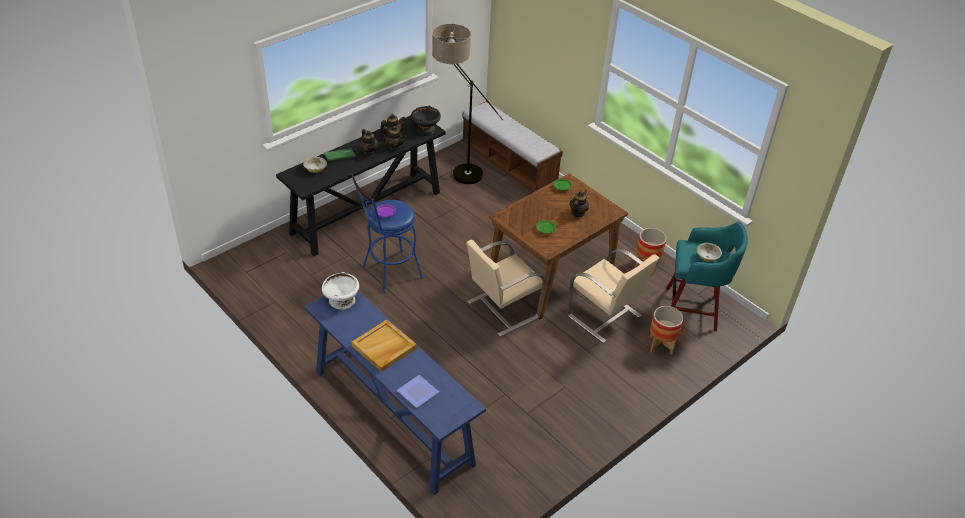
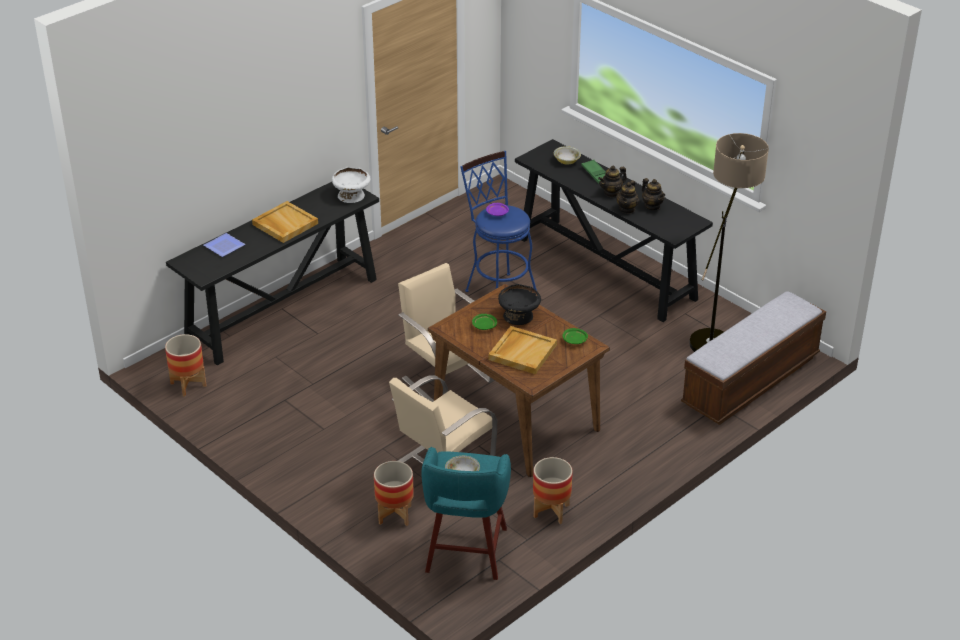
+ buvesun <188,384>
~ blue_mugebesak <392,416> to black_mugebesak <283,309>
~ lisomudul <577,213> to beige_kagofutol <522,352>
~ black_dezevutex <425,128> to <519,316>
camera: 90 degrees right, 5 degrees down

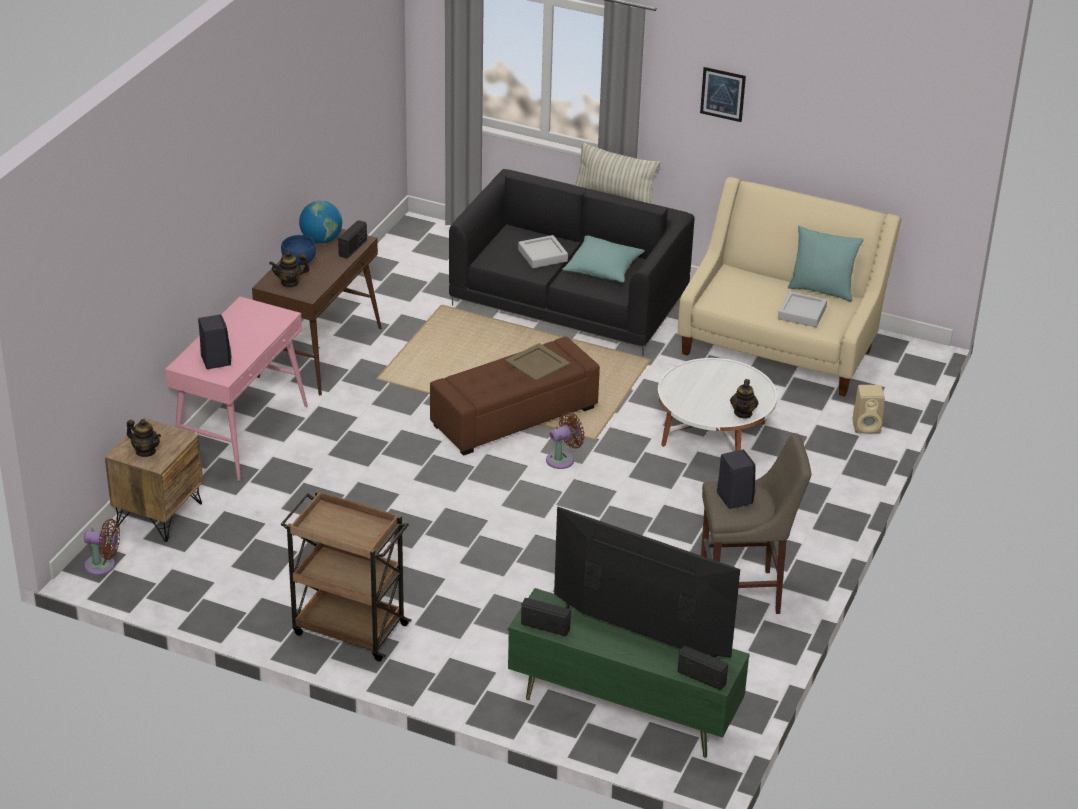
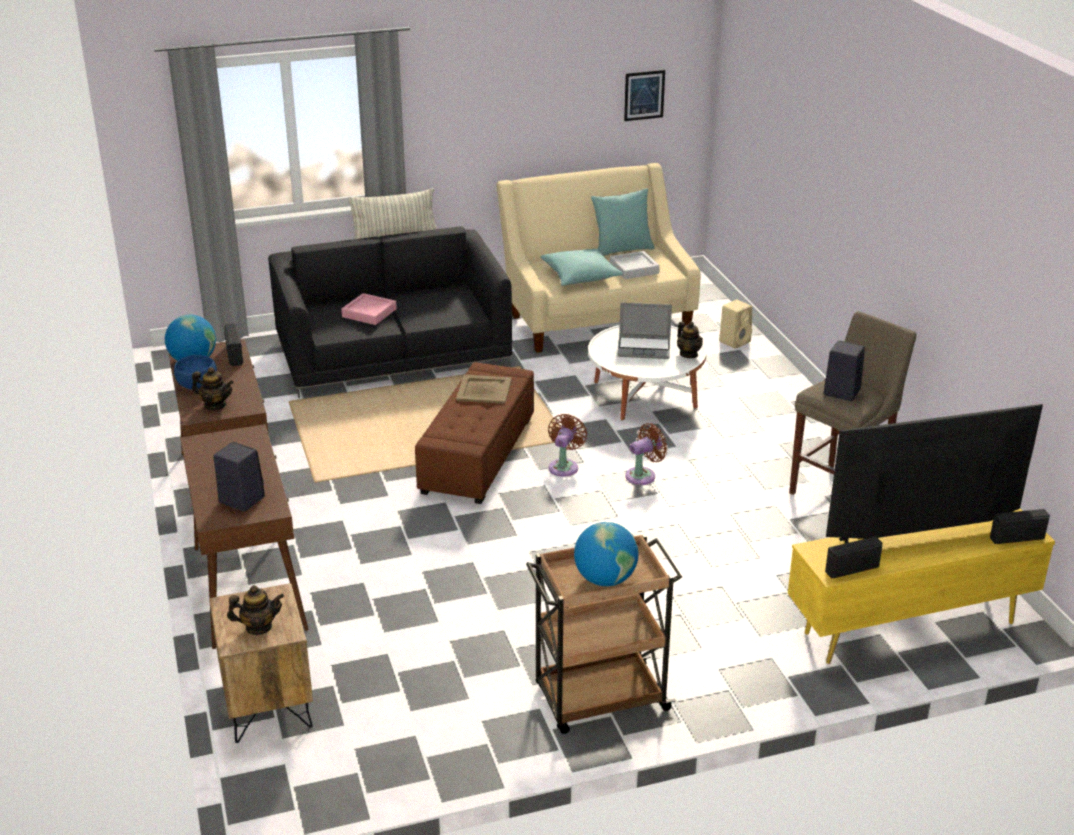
~ pink_mugebesak <241,432> to brown_mugebesak <248,588>
~ lisomudul <290,282> = <215,405> 105 degrees counterclockwise
~ grey_kagofutol <542,255> to pink_kagofutol <369,313>
~ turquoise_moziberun <603,269> to <580,276>
+ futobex <605,579>
+ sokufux <644,348>
~ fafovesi <722,94> to <644,95>
~ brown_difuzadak <103,566> to <643,475>
~ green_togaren <623,713> to yellow_togaren <908,627>
camera: 40 degrees left, 5 degrees down

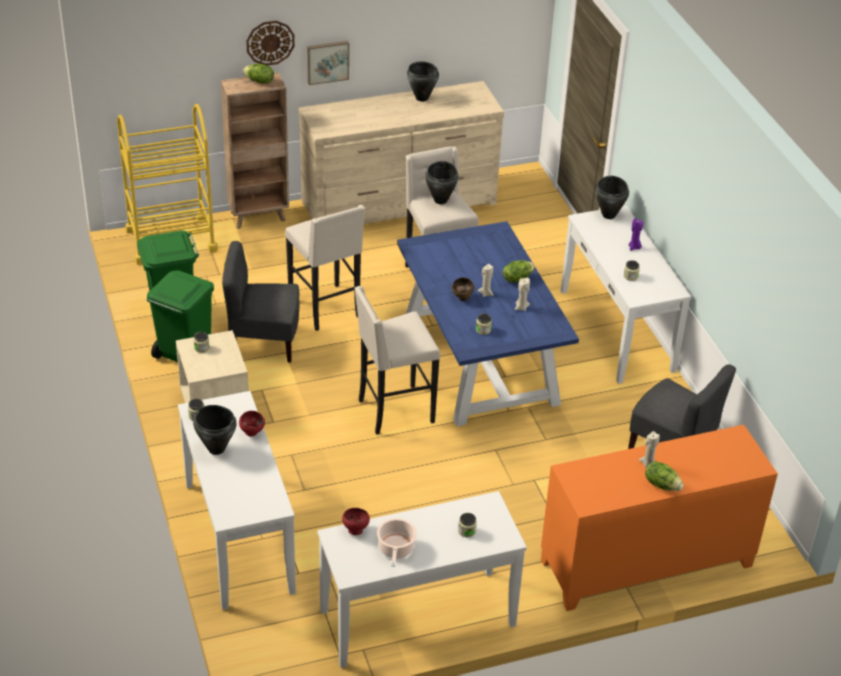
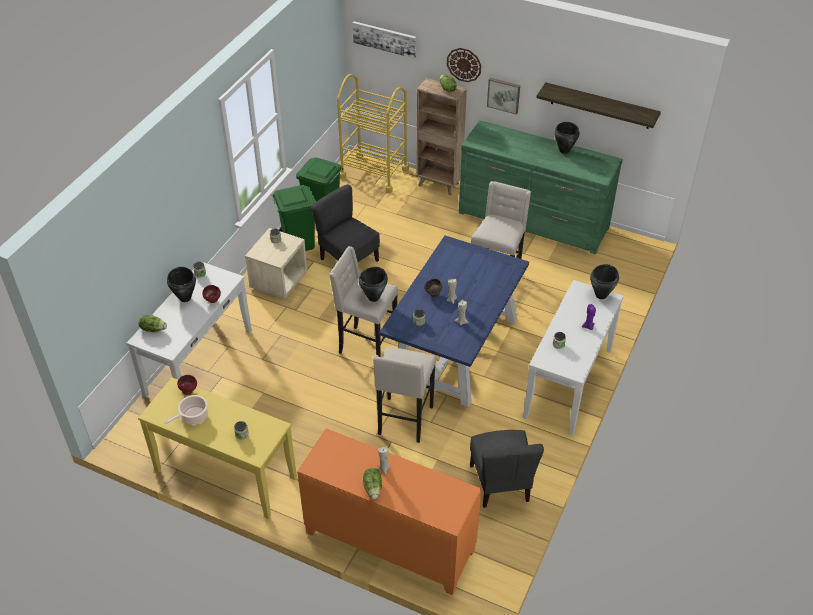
~ white_mugebesak <418,618> to yellow_mugebesak <225,474>
~ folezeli <517,278> to <153,329>
+ fafovesi <384,39>
~ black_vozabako <441,200> to <374,297>
~ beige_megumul <326,309> to <404,421>
~ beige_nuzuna <400,203> to green_nuzuna <533,220>
+ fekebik <600,106>
camera: 45 degrees right, 5 degrees up

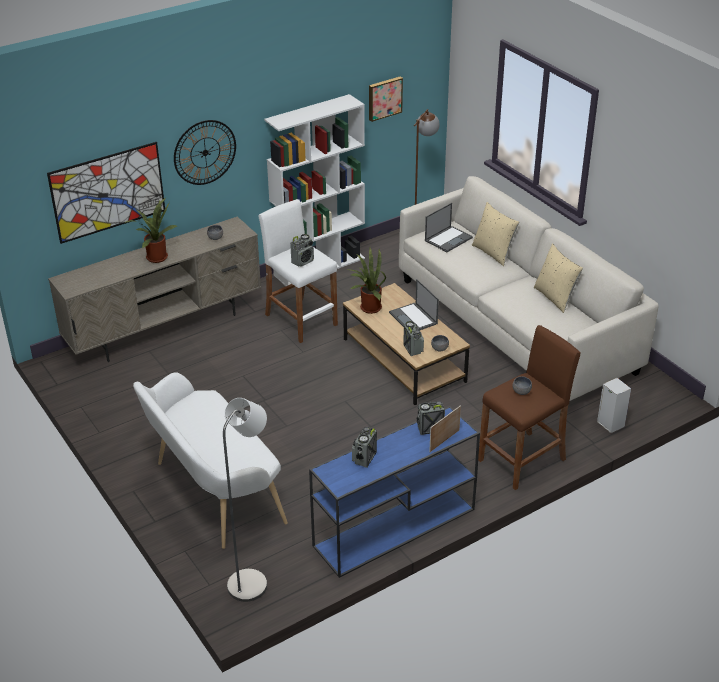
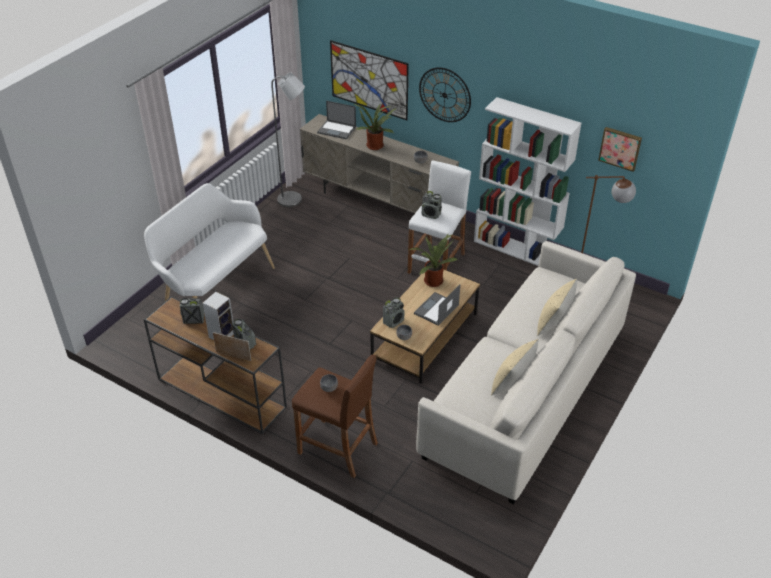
~ blue_mugebesak <393,528> to brown_mugebesak <220,392>
~ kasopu <609,423> to <222,334>
~ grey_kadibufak <252,580> to <294,200>
~ sokufux <448,239> to <337,130>
camera: 65 degrees right, 5 degrees up

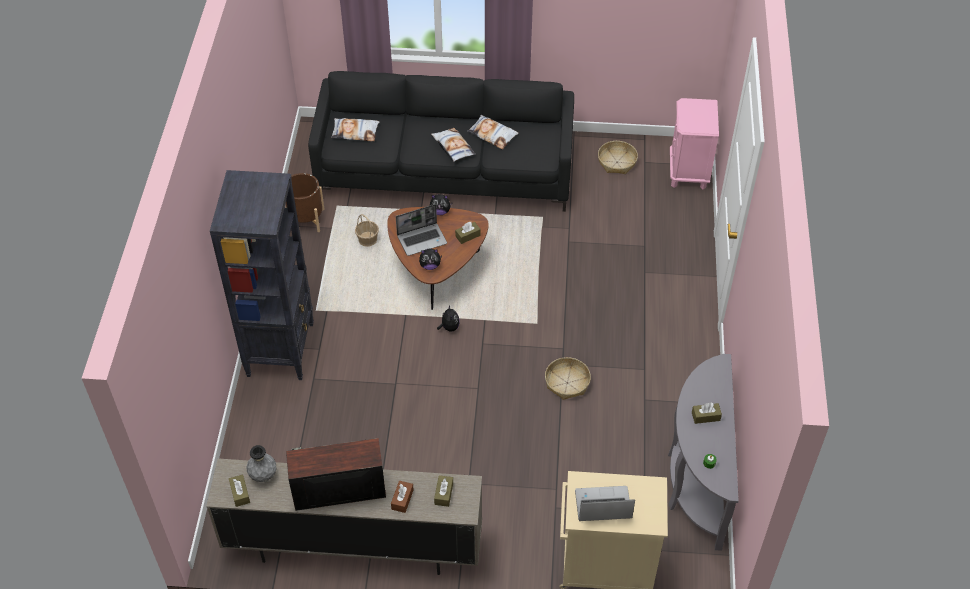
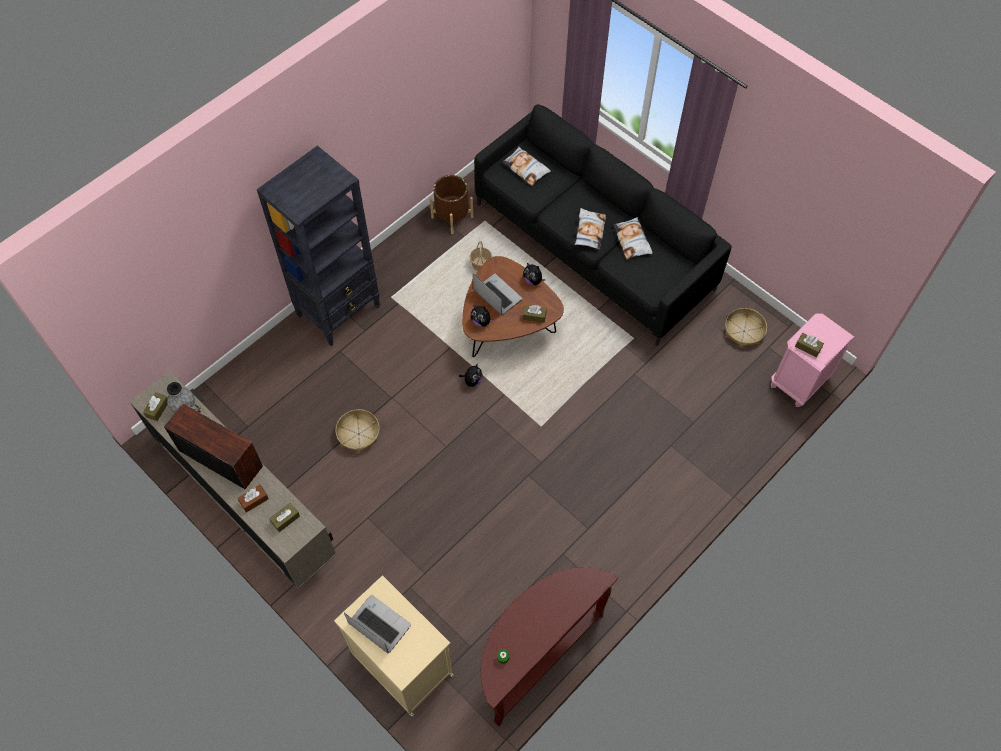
~ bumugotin <567,383> to <358,434>
~ sokufux <422,239> = <496,295> 150 degrees counterclockwise
~ grey_mugebesak <696,481> to brown_mugebesak <536,653>
~ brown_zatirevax <705,416> to <808,347>
camera: 40 degrees right, 10 degrees up

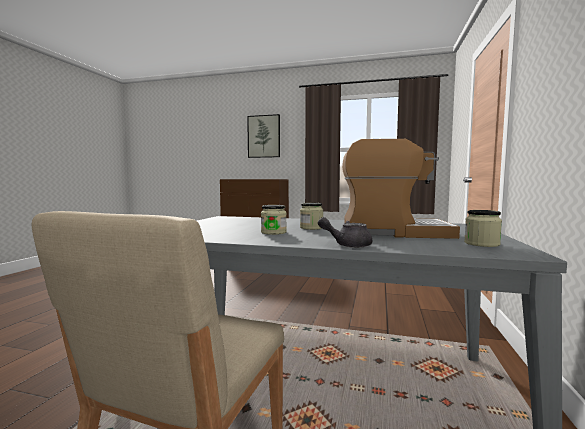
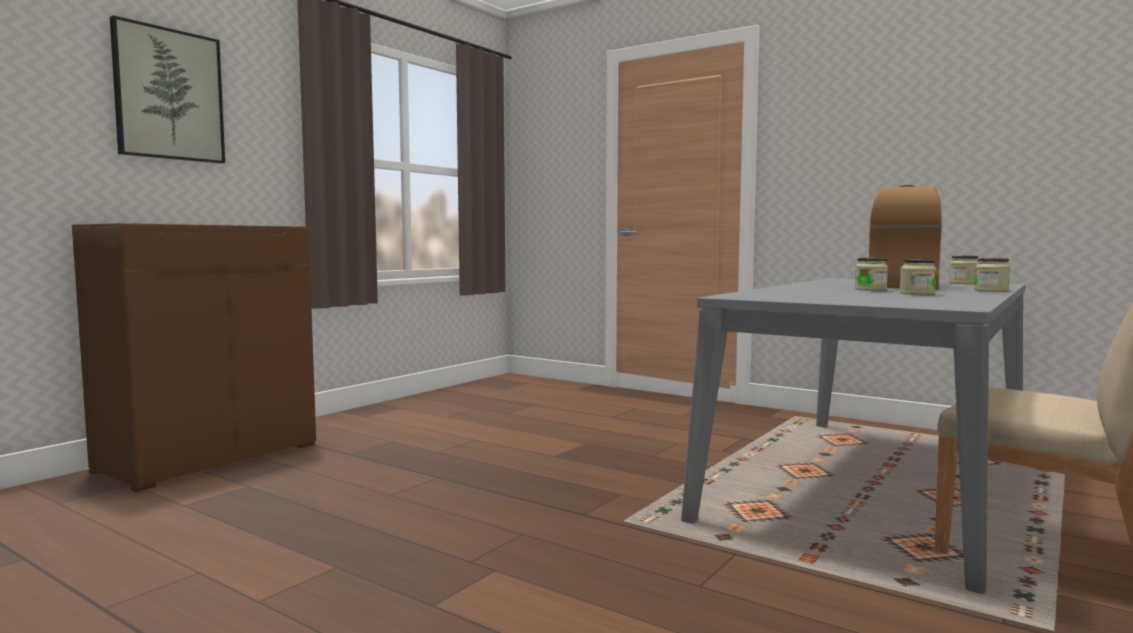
~ grey_lisomudul <347,245> to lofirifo <991,290>
camera: 70 degrees left, 0 degrees up

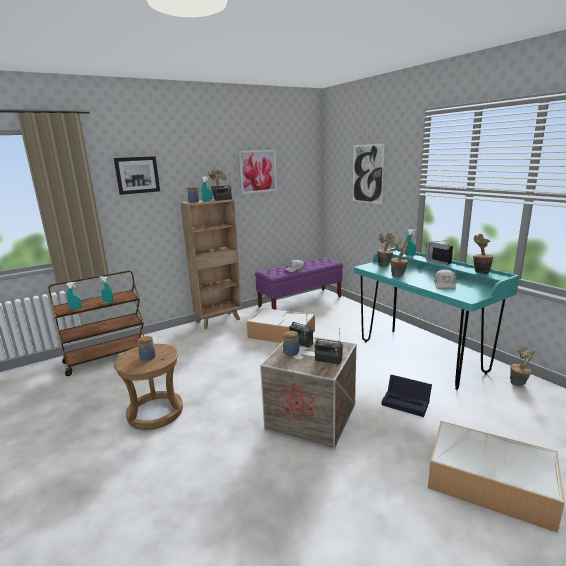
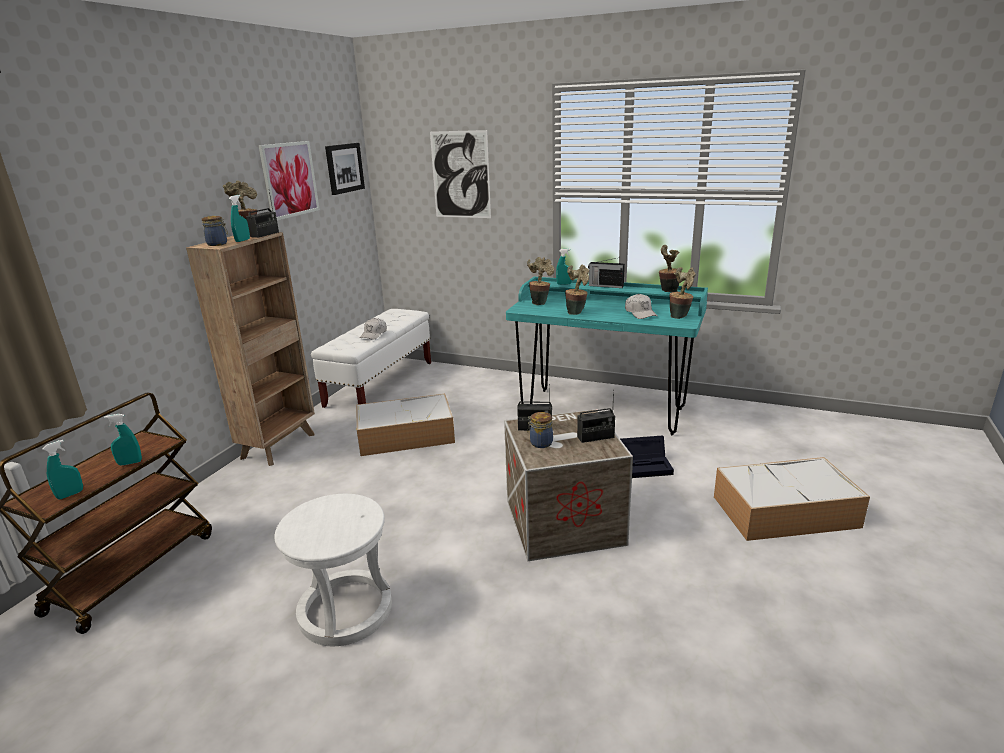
~ brown_megumul <155,412> to white_megumul <345,611>
~ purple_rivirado <300,302> to white_rivirado <380,384>
~ fafovesi <137,175> to <344,168>
~ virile <519,384> to <680,316>
- lofirifo <147,357>
camera: 35 degrees left, 5 degrees up

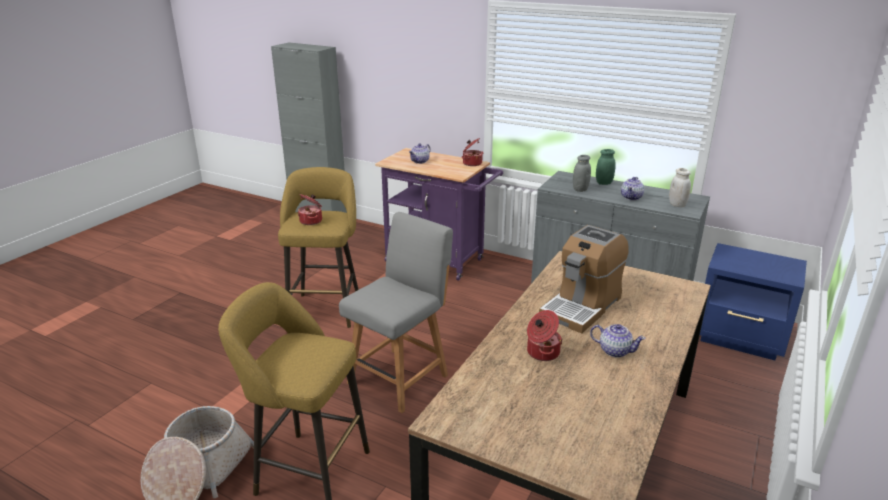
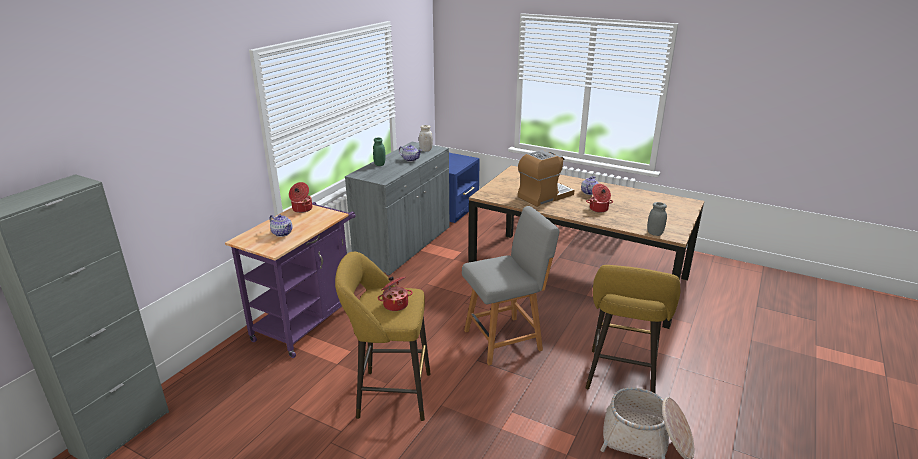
~ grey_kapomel <400,377> = <505,339> 120 degrees clockwise
~ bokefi <582,306> = <544,196> 75 degrees counterclockwise
~ grey_lofirifo <580,189> to <654,233>
camera: 90 degrees left, 0 degrees up

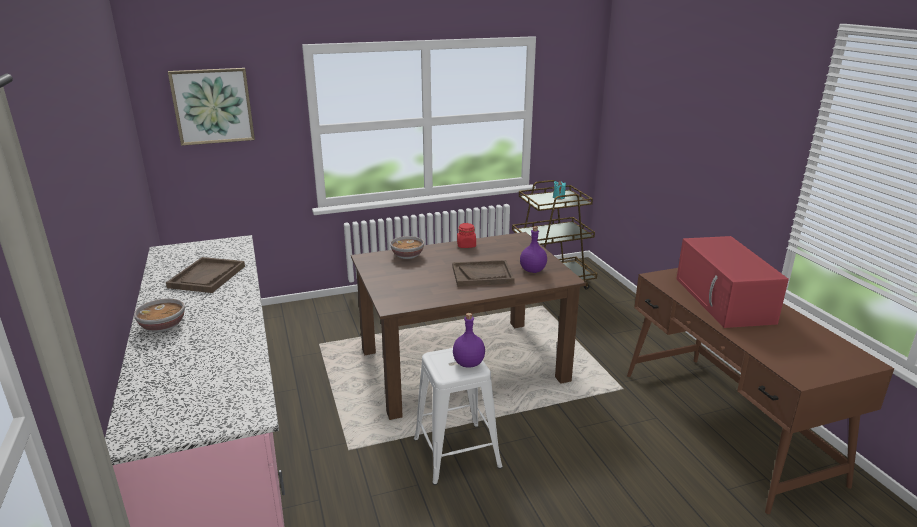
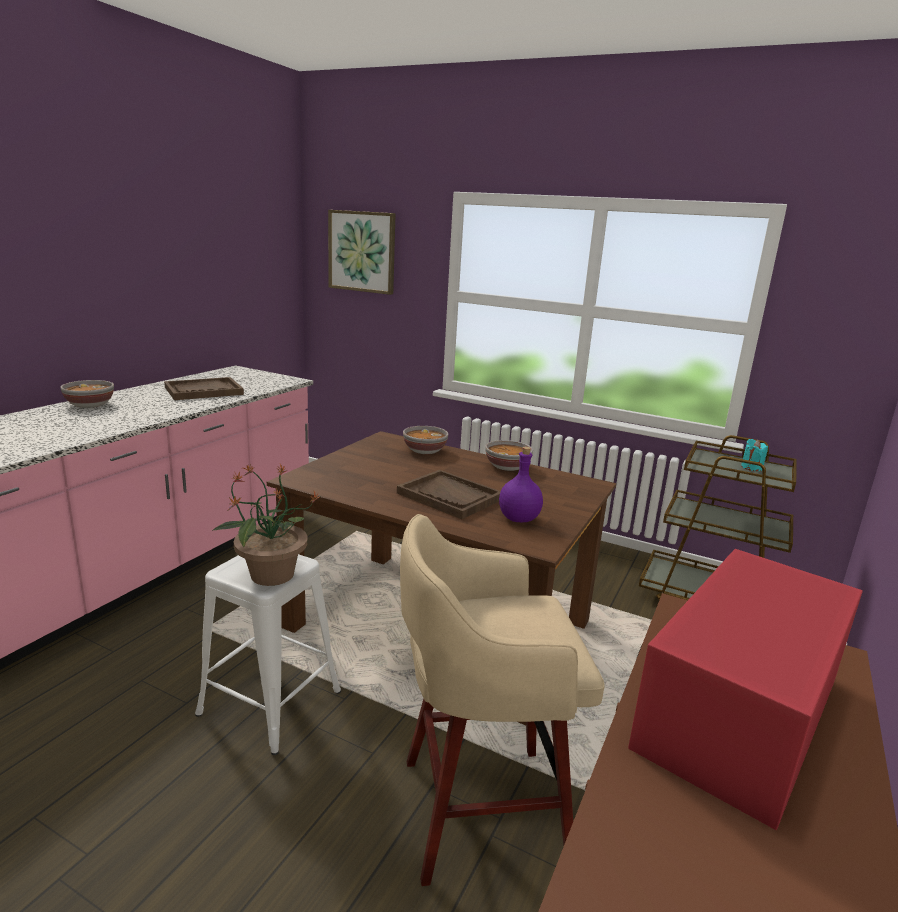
~ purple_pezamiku <468,363> to virile <270,575>
+ beige_megumul <477,811>
~ red_lofirifo <466,245> to dezevutex <507,466>
camera: 45 degrees right, 5 degrees down

